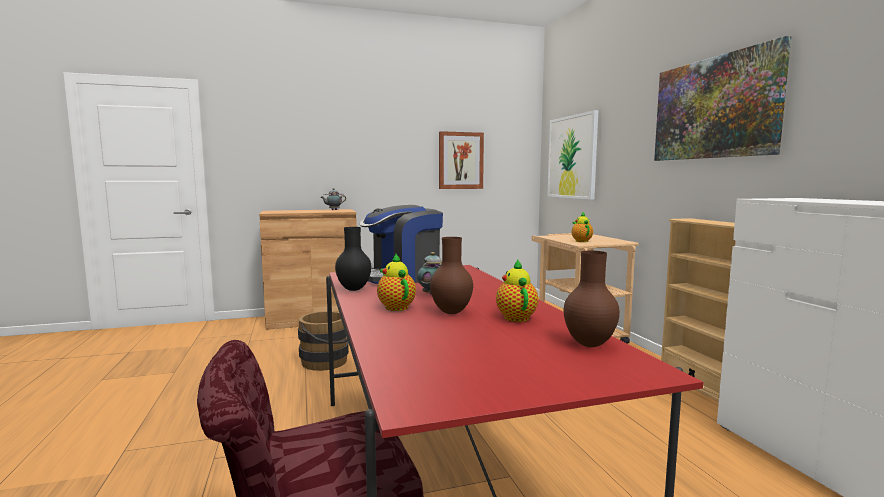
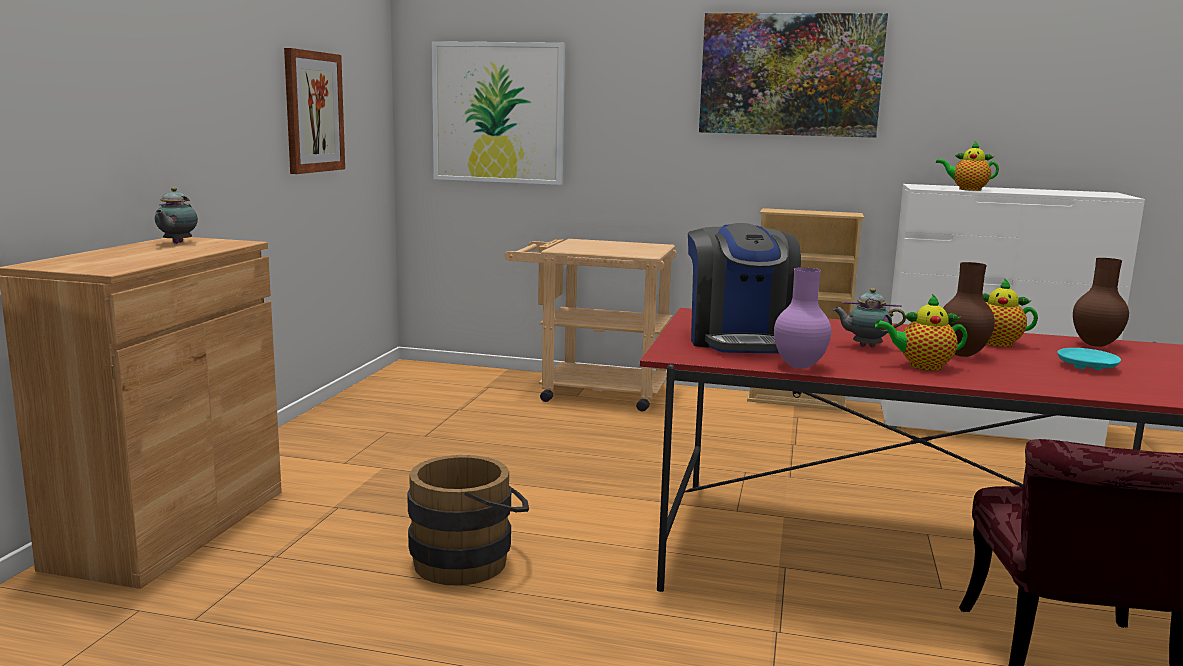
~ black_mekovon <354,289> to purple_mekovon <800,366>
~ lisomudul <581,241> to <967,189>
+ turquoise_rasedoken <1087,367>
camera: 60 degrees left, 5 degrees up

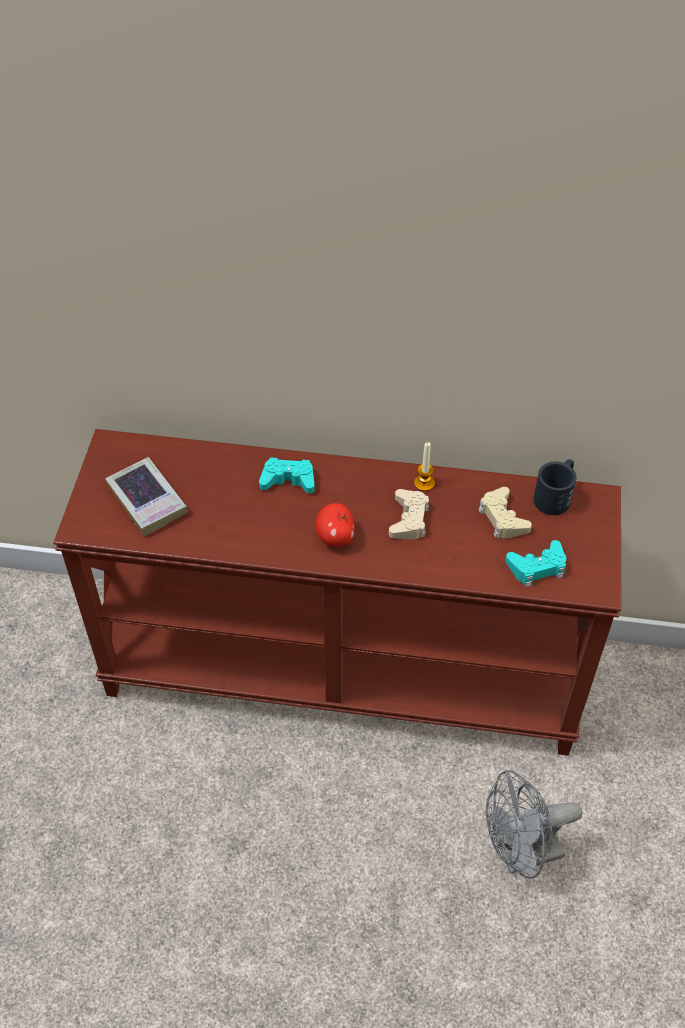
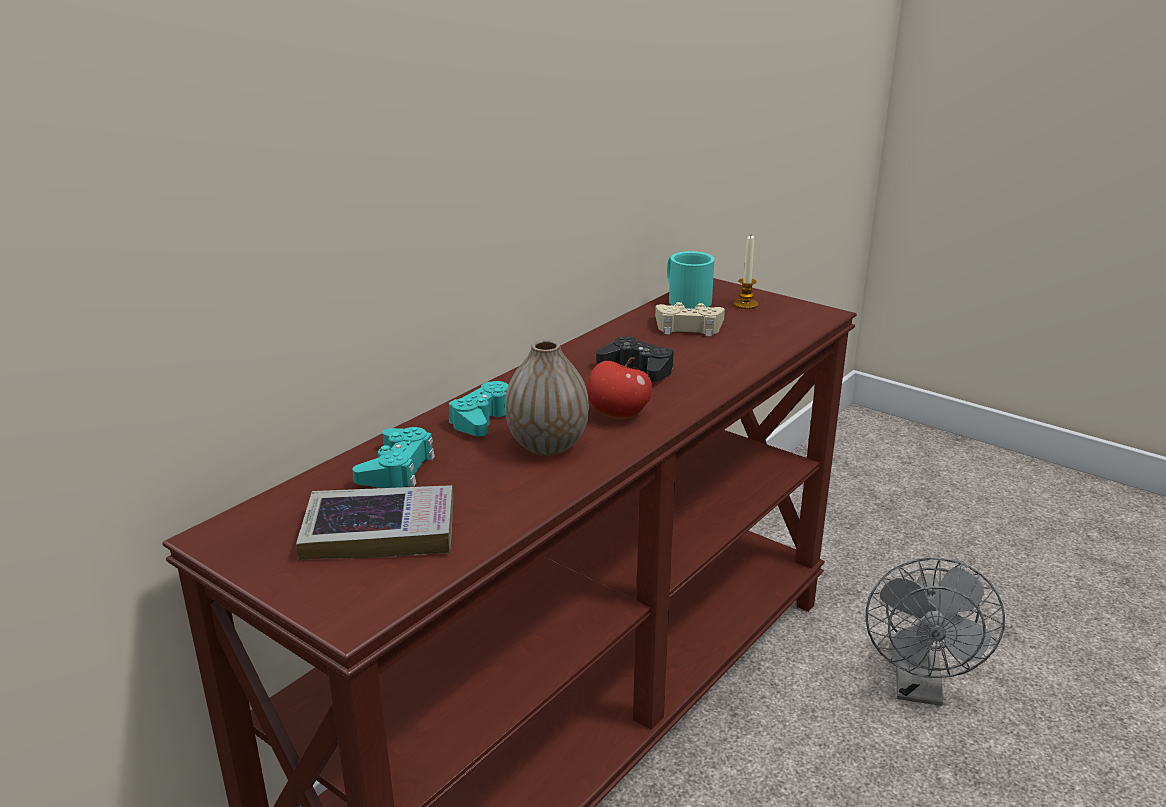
~ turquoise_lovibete <537,567> to <397,468>
+ mekovon <547,445>
~ beige_lovibete <409,519> to black_lovibete <638,369>
~ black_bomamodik <555,495> to turquoise_bomamodik <684,299>
~ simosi <424,483> to <745,305>
camera: 60 degrees left, 25 degrees down

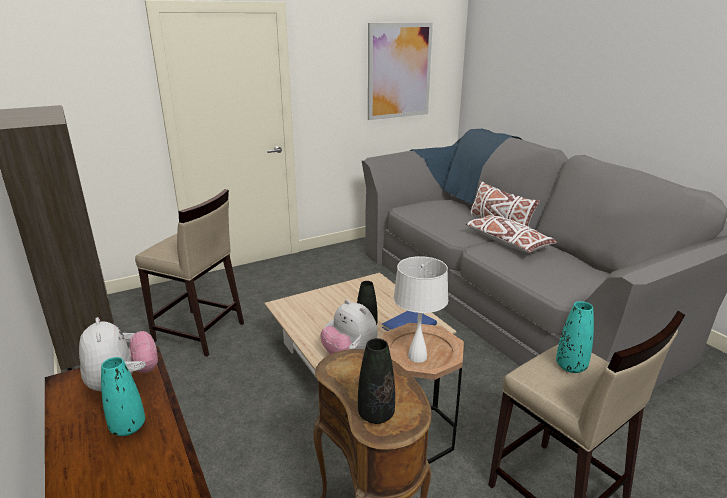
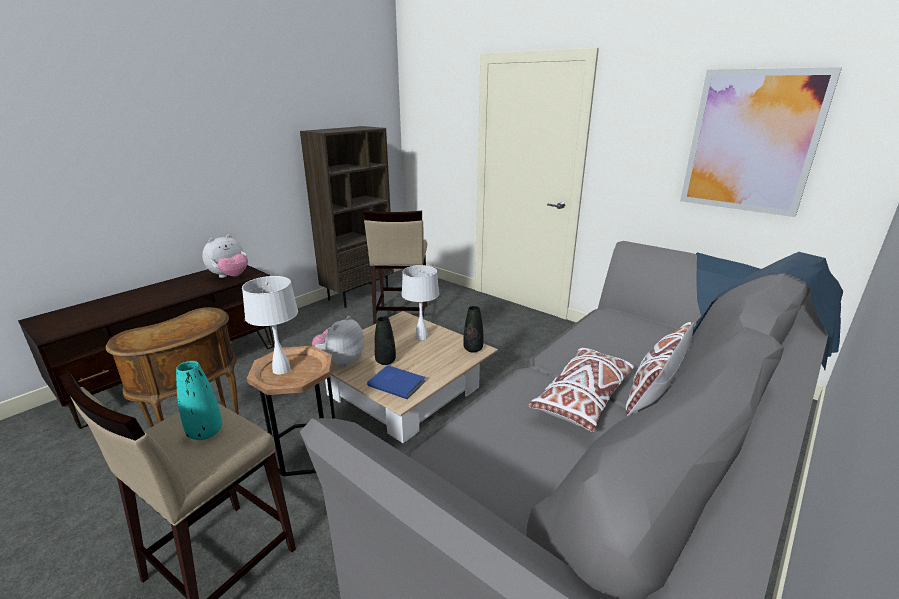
+ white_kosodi <421,337>
~ black_mekovon <376,415> to <473,349>
- turquoise_mekovon <128,427>
camera: 70 degrees right, 0 degrees up

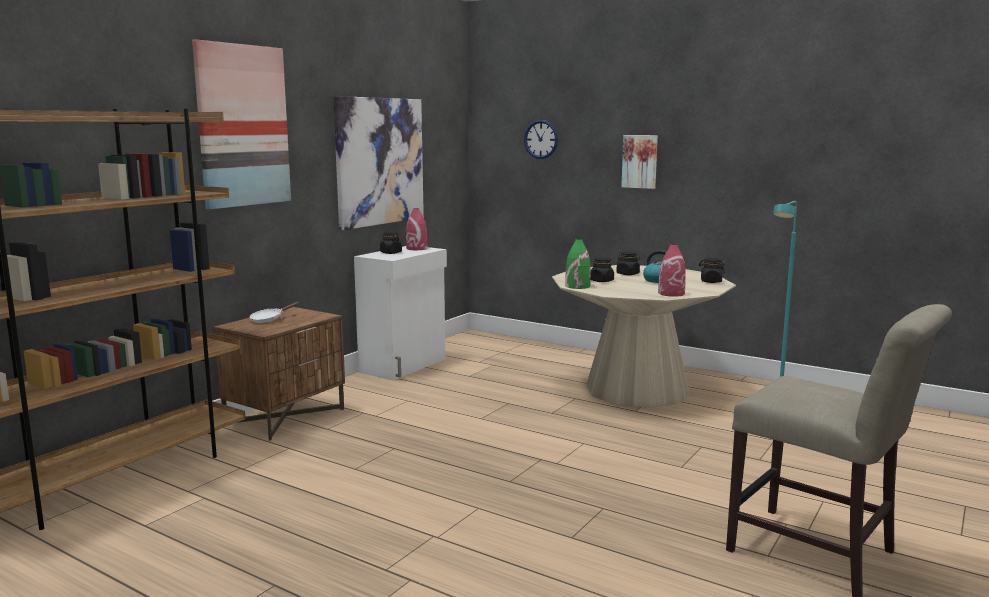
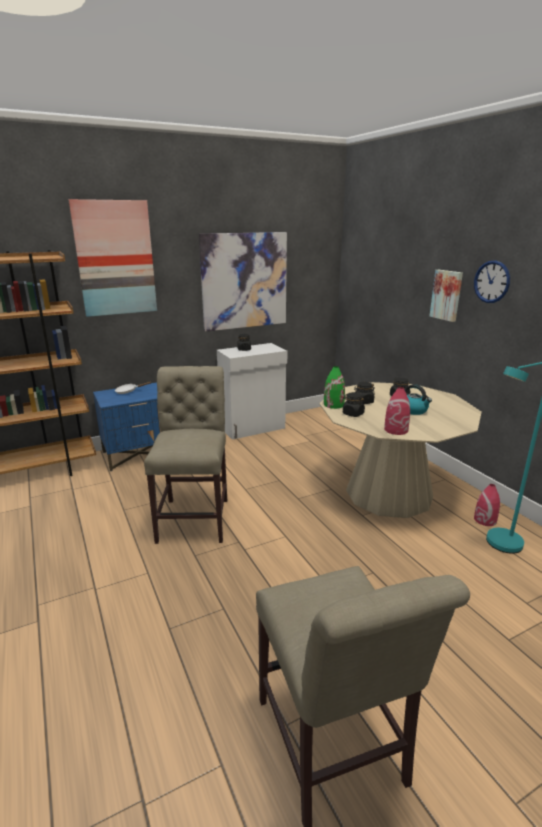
~ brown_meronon <285,417> to blue_meronon <140,454>
+ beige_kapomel <195,516>
~ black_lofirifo <711,281> to <353,414>
~ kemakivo <541,139> to <491,282>
~ red_mekovon <417,248> to <485,520>
camera: 30 degrees right, 10 degrees up

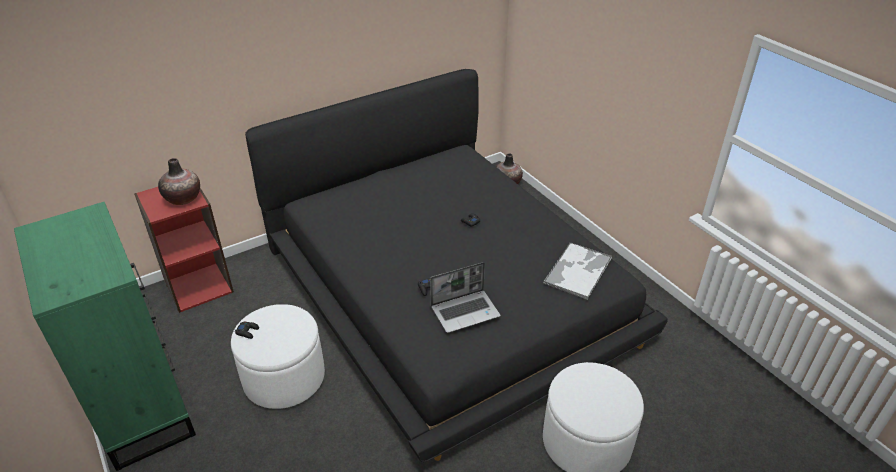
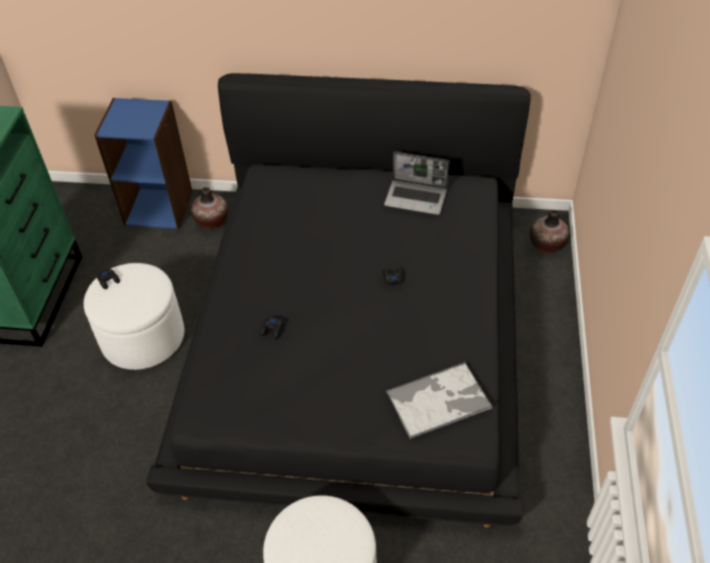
~ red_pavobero <198,286> to blue_pavobero <159,207>
~ mekovon <183,198> to <211,221>
~ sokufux <465,311> to <416,198>
camera: 40 degrees right, 10 degrees up

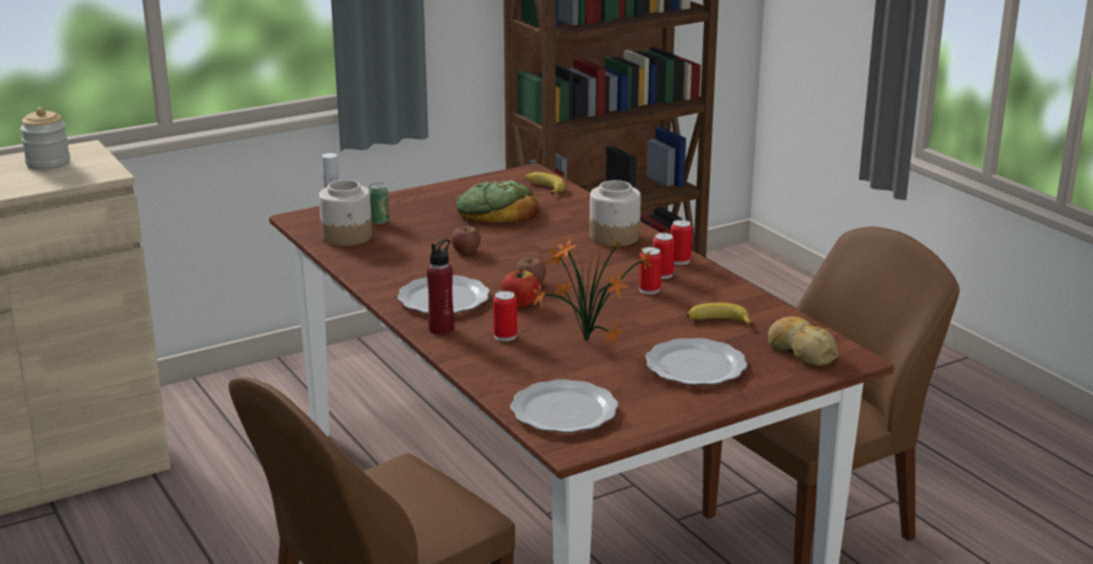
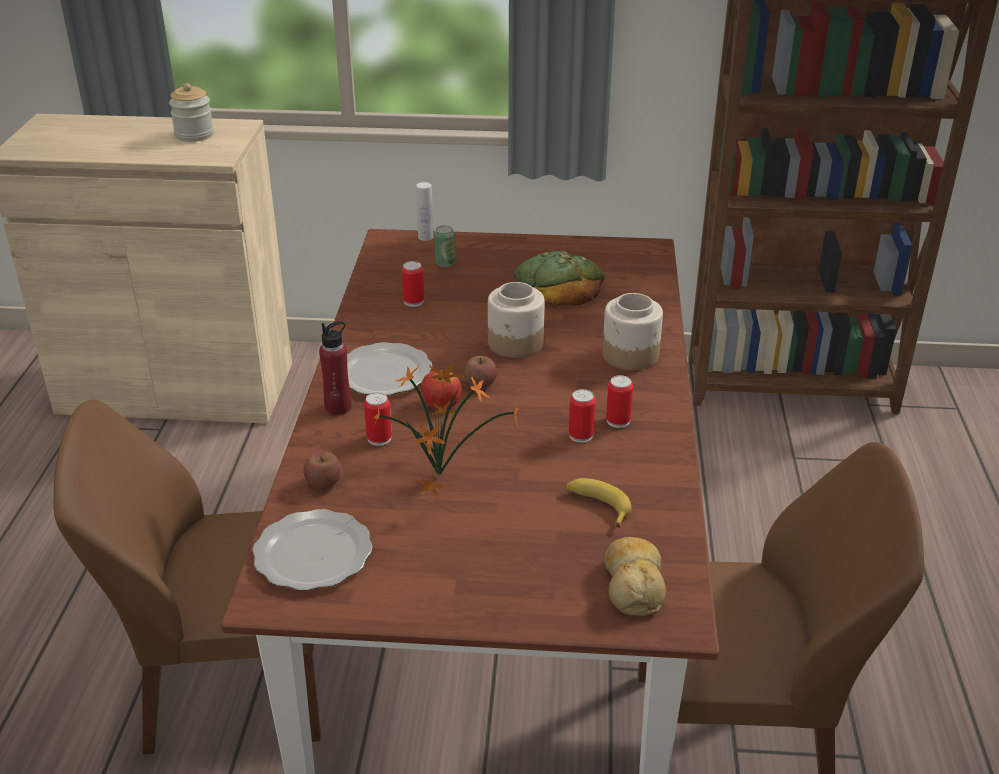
~ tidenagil <466,251> to <324,482>
~ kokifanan <680,261> to <413,301>
~ lofirifo <347,237> to <516,344>
- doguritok <544,188>
- rasedoken <696,367>
camera: 35 degrees right, 10 degrees up

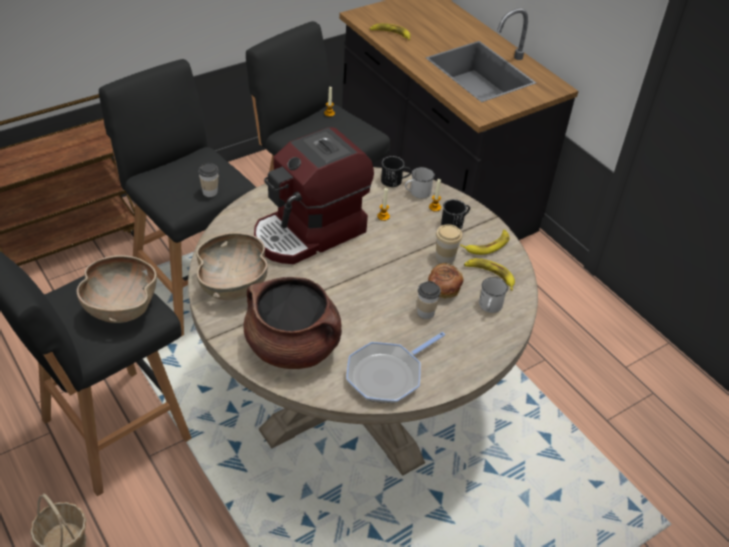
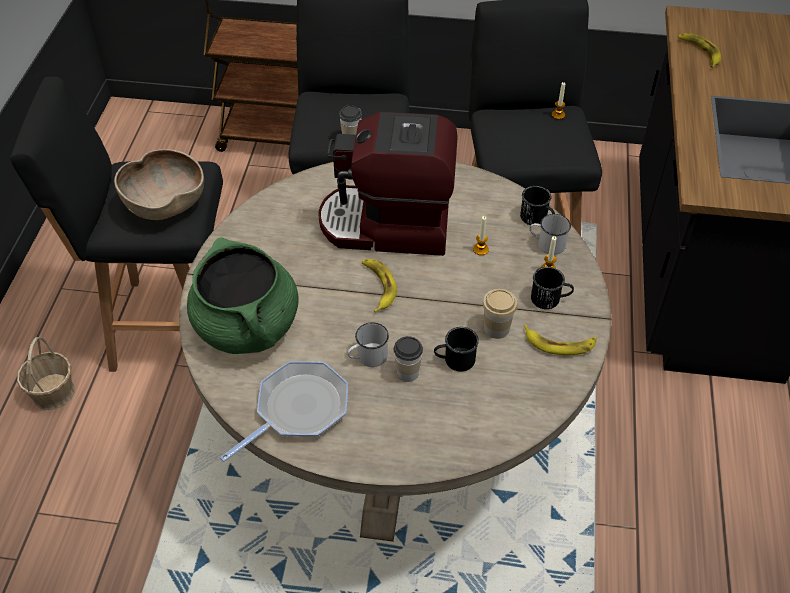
~ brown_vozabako <293,347> to green_vozabako <247,326>
~ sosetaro <387,375> = <298,409> 135 degrees clockwise
~ white_bomamodik <489,307> to <367,357>
~ doguritok <490,275> to <378,286>
~ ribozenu <443,289> to black_bomamodik <454,360>
- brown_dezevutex <233,284>
camera: 45 degrees right, 5 degrees up

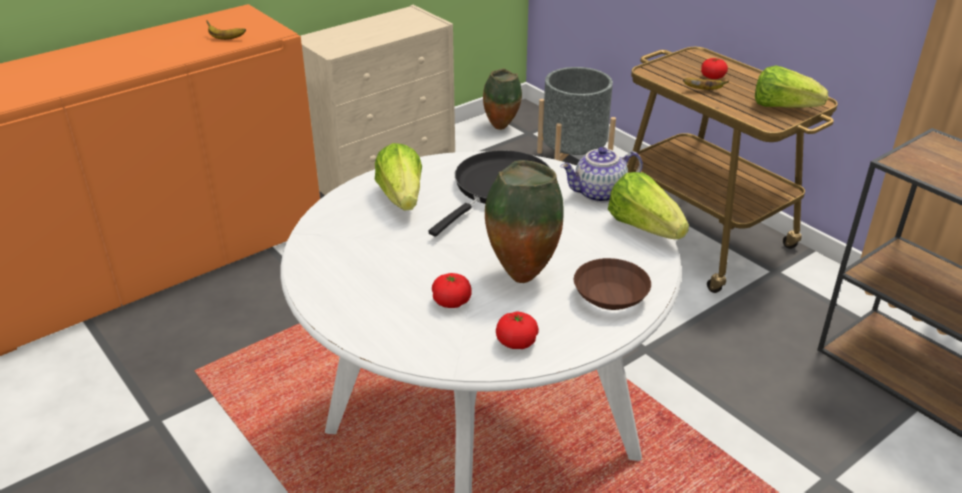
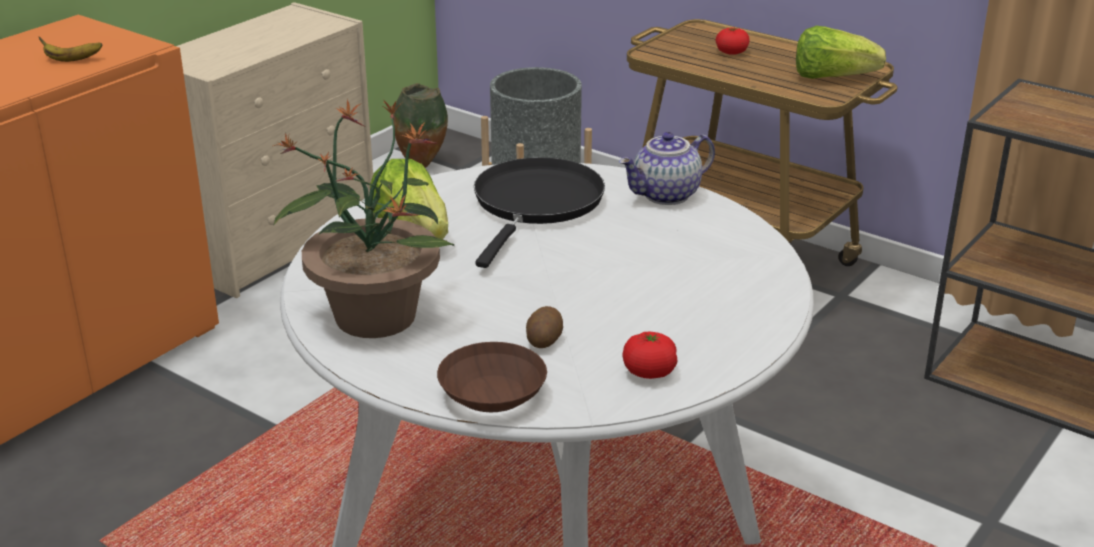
+ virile <374,315>
~ brown_dezevutex <610,295> to <491,393>
~ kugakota <451,302> to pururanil <543,340>
- mekovon <521,275>
- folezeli <644,227>
- doguritok <703,90>
camera: 15 degrees left, 5 degrees down

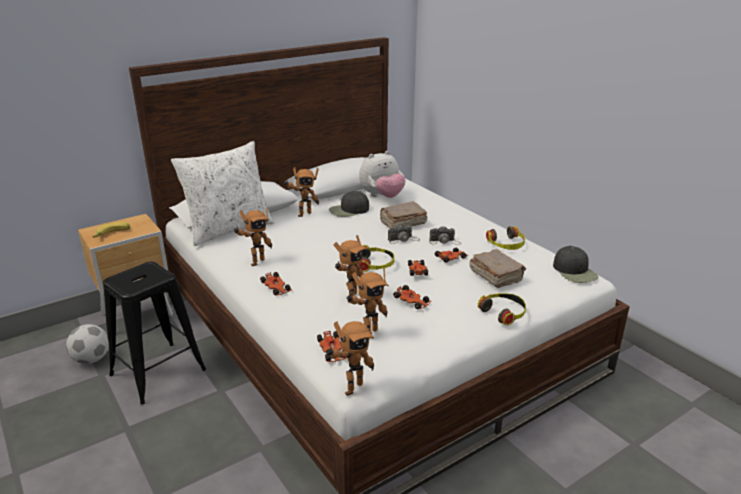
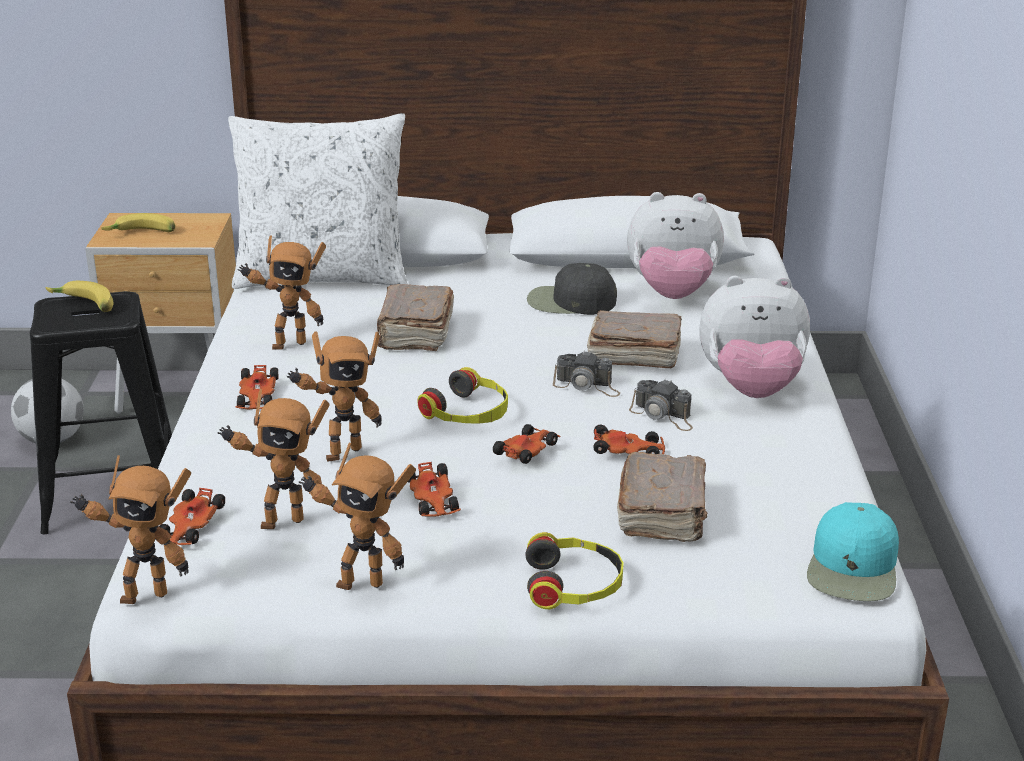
+ doguritok <83,306>
~ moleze <303,214> to <360,582>
+ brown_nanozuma <415,333>
+ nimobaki <751,389>
~ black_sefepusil <575,271> to turquoise_sefepusil <853,568>
- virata <506,244>
camera: 35 degrees right, 0 degrees up

